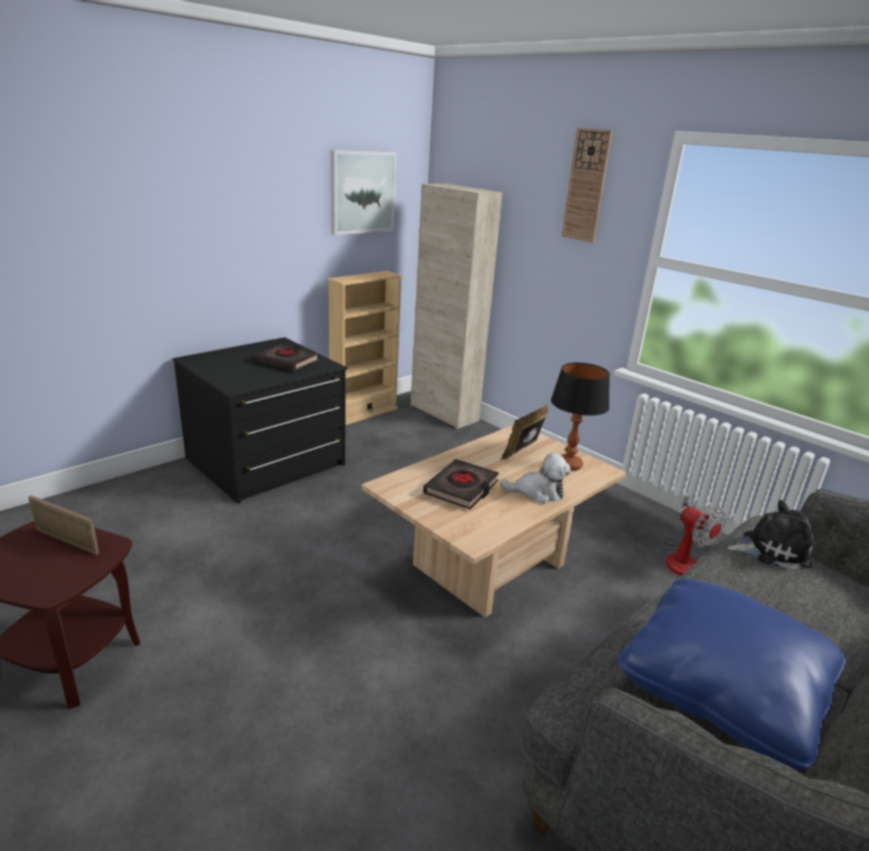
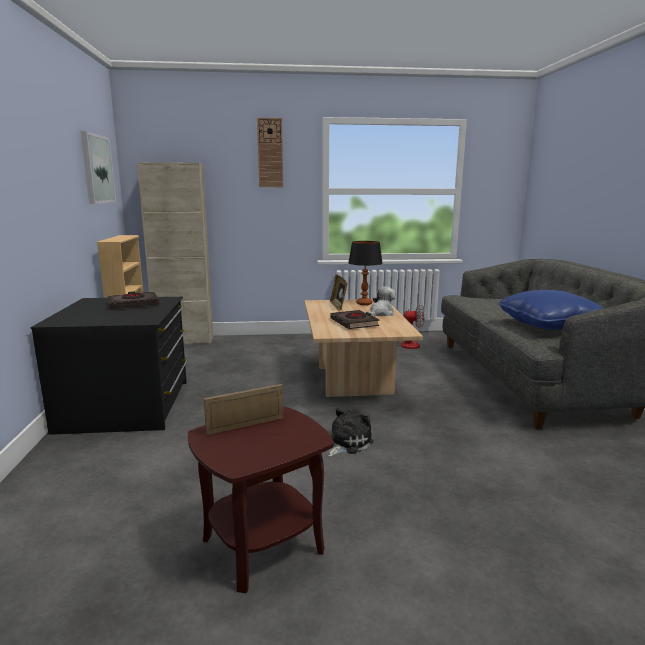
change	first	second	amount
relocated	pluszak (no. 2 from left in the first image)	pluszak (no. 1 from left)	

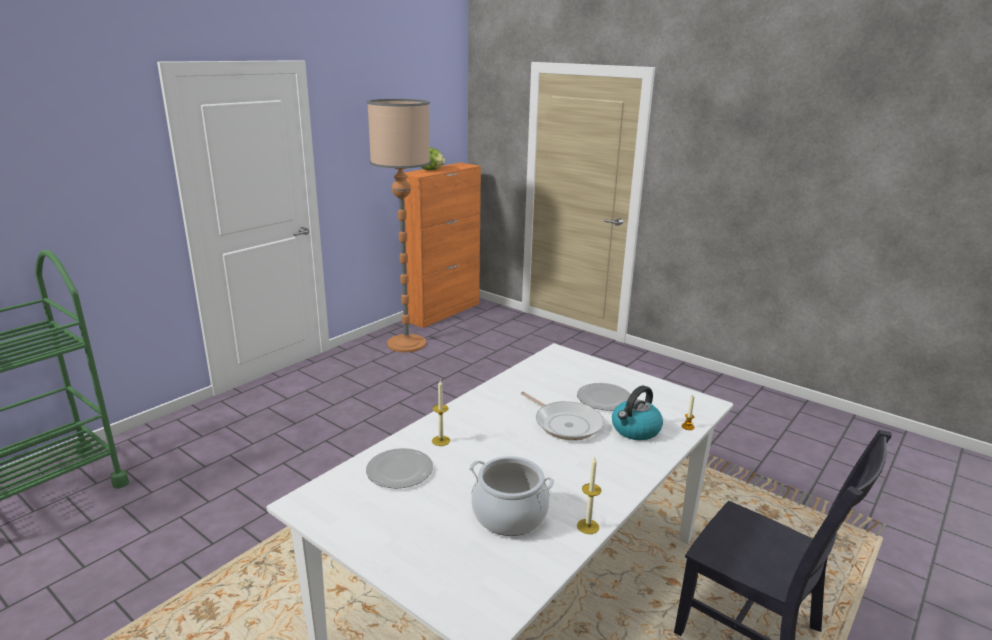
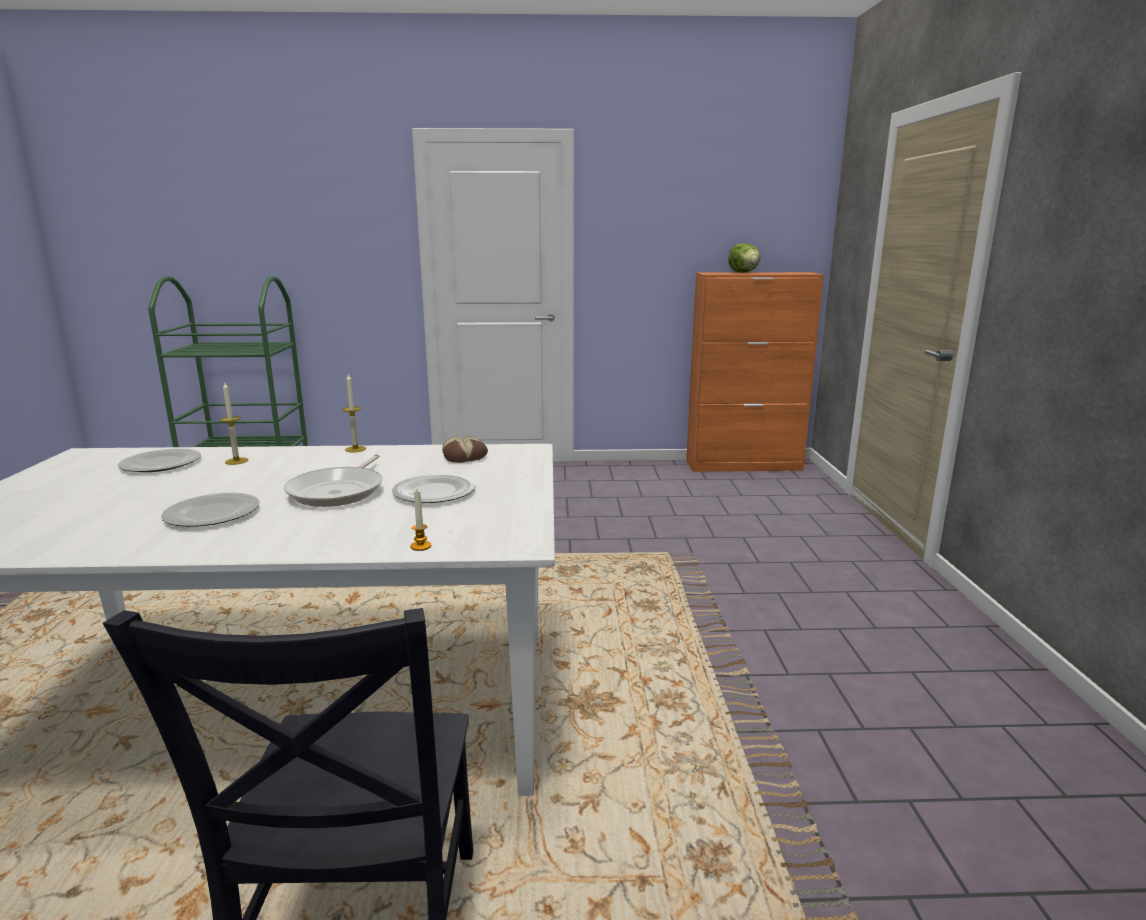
change	first	second	amount
missing	lampa stojąca		
missing	garnek		
relocated	świeca (no. 2 from left)		
missing	czajnik		
appeared		talerz (no. 2 from left)	
appeared		chleb	

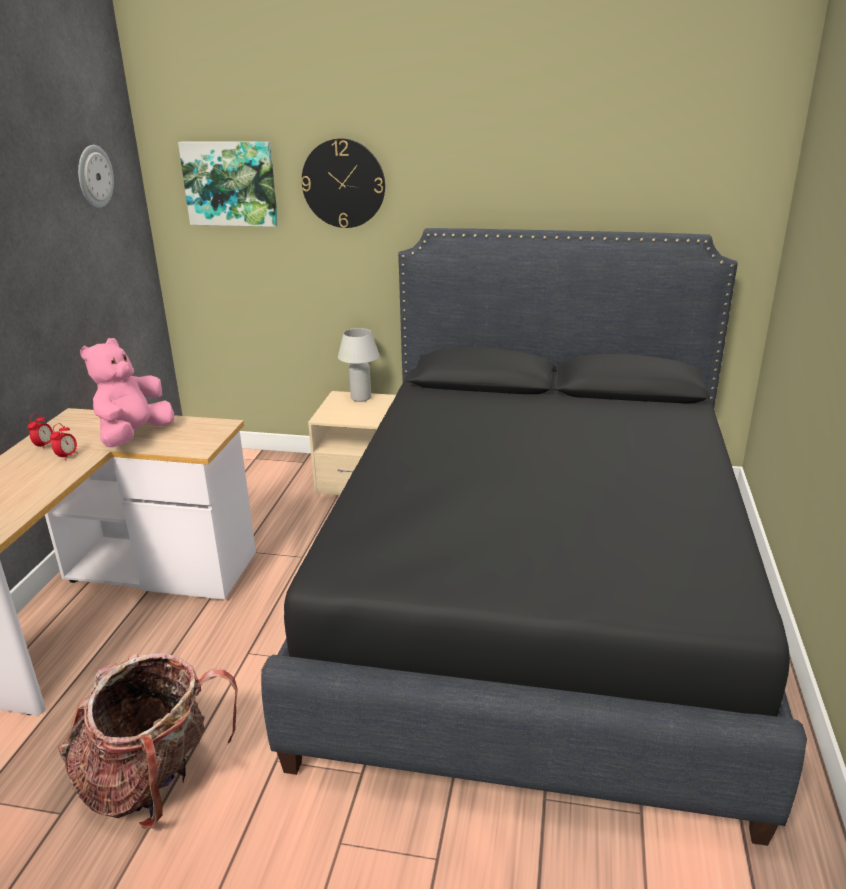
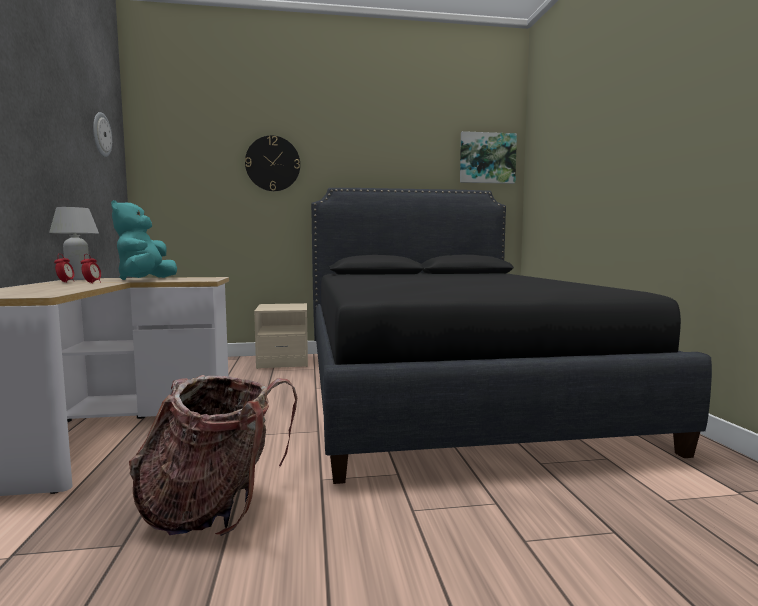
change	first	second	amount
colour	pluszak/różowy	pluszak/turkusowy	
relocated	obraz		
relocated	lampa stołowa/biały		

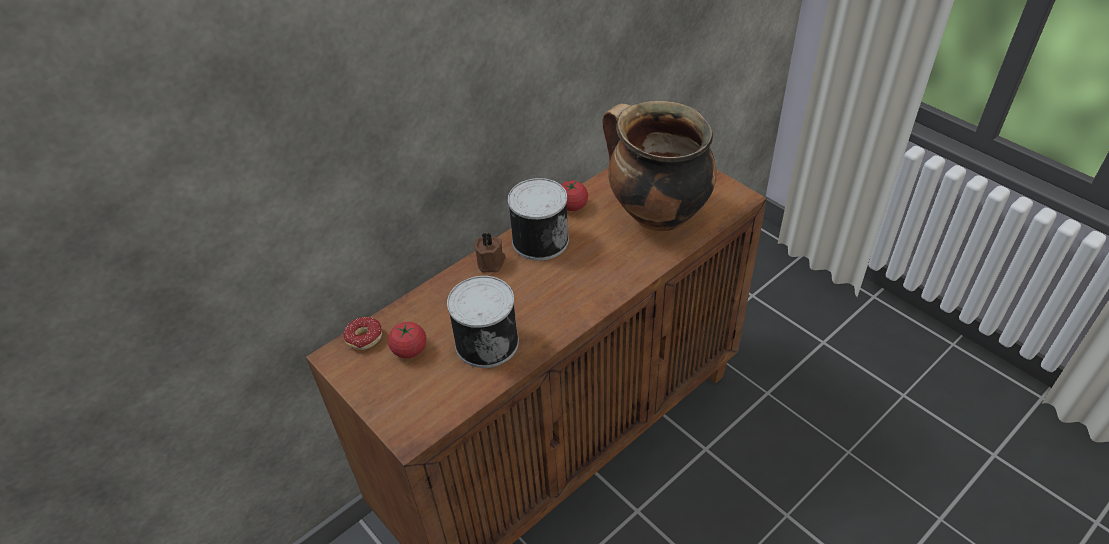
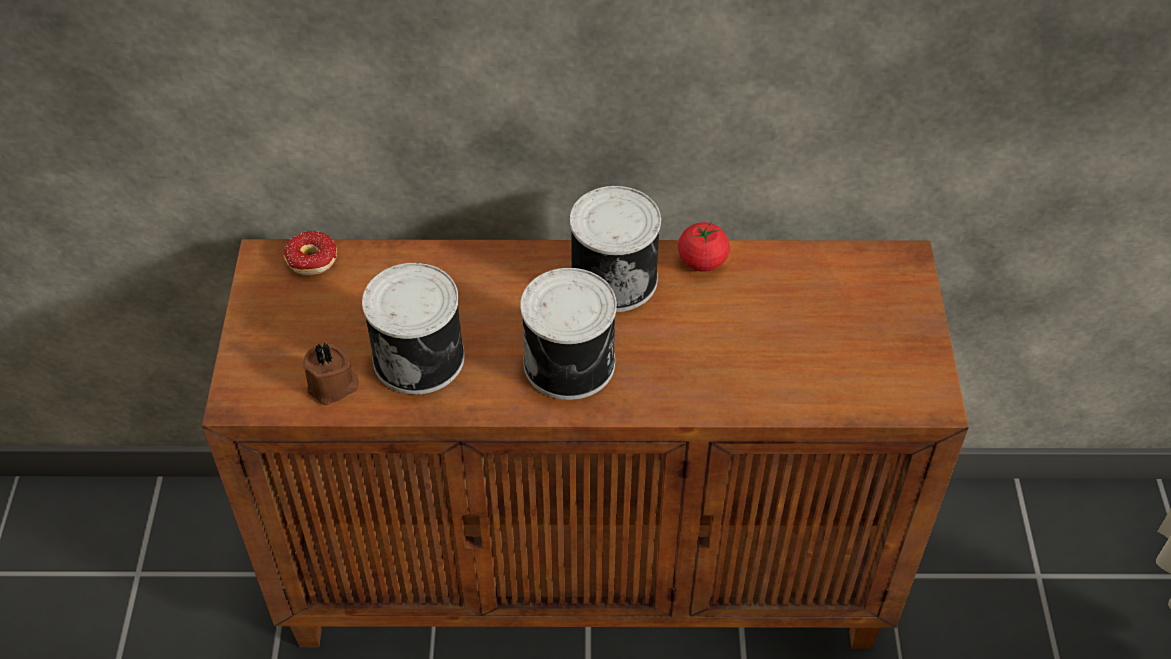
change	first	second	amount
missing	pomidor (no. 1 from left)		
relocated	świeca/brązowy		
missing	garnek		
appeared		puszka (no. 2 from left)	

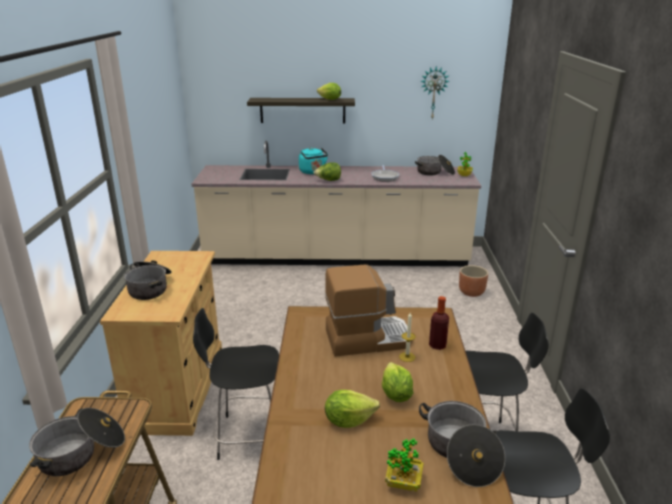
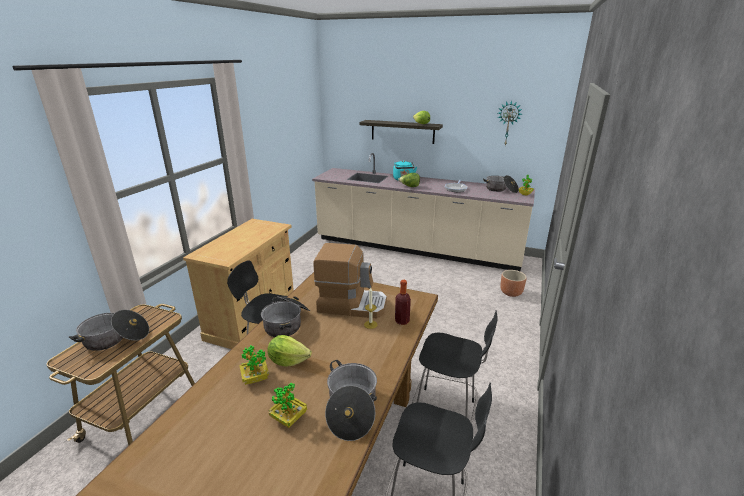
change	first	second	amount
relocated	garnek (no. 2 from left)		
missing	sałata (no. 4 from left)		
appeared		roślina doniczkowa (no. 1 from left)	

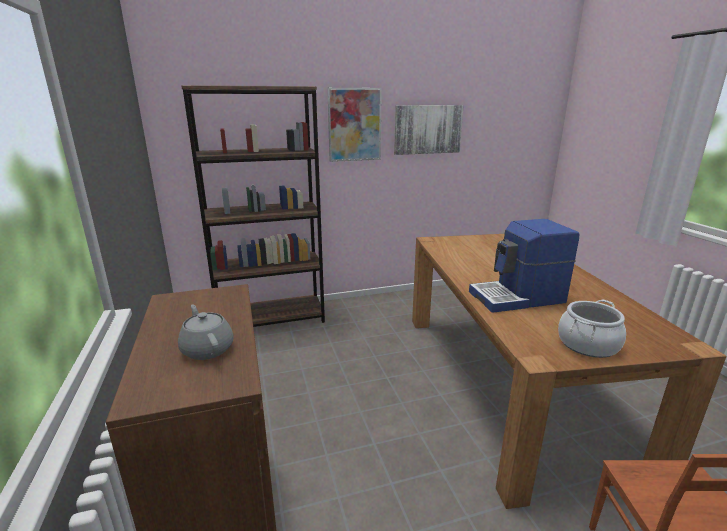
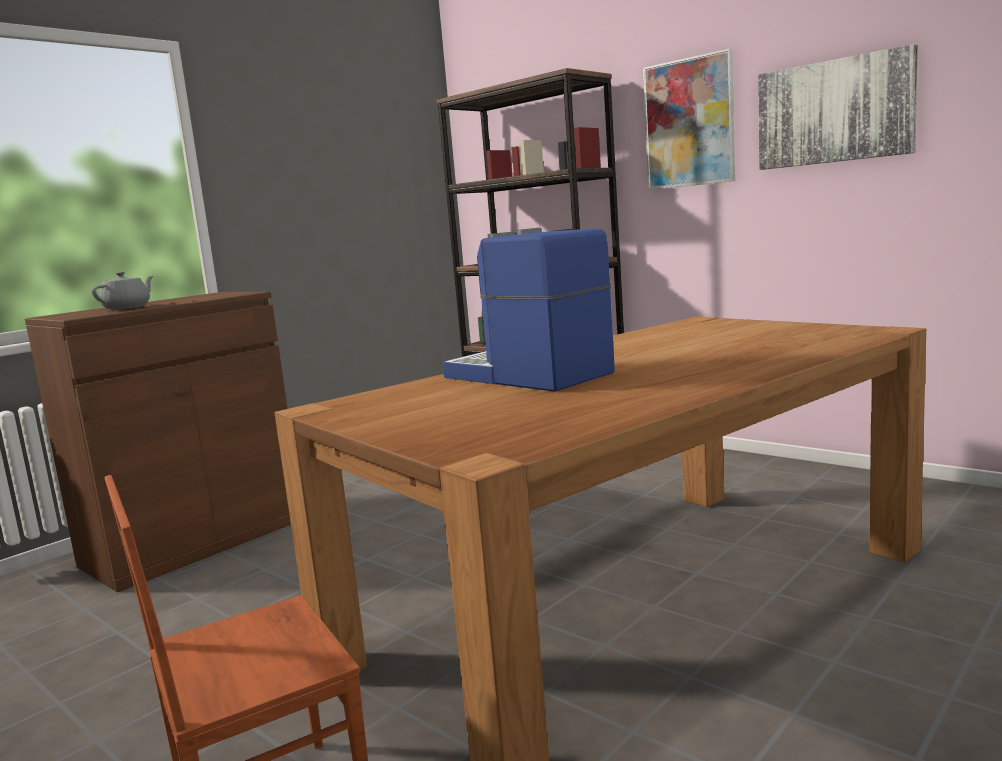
change	first	second	amount
missing	garnek		

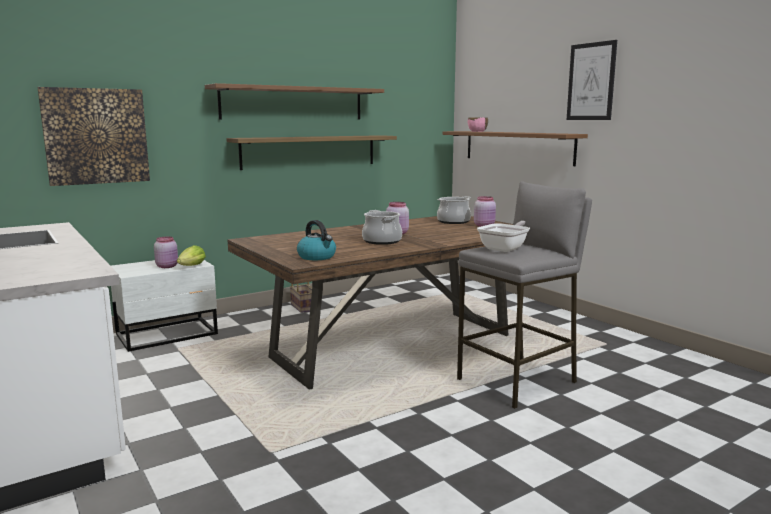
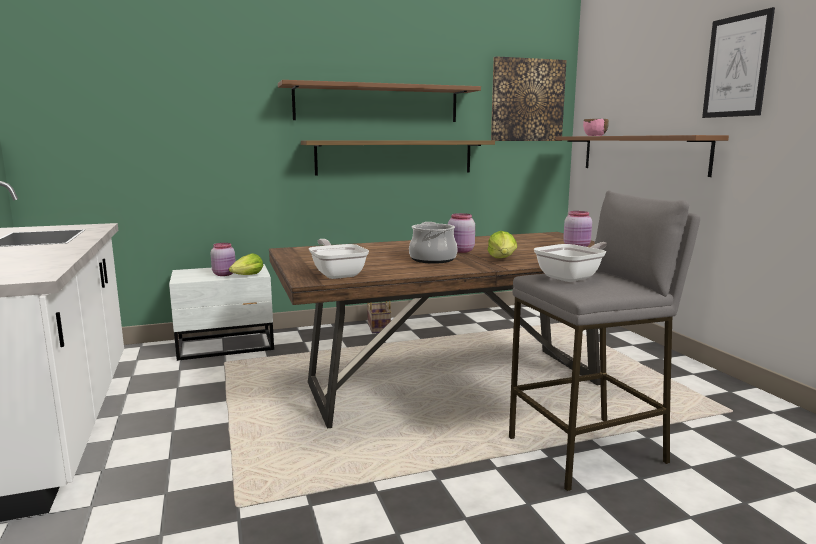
change	first	second	amount
relocated	obraz (no. 1 from left)		
exchanged	czajnik	patelnia (no. 1 from left)	
missing	garnek (no. 2 from left)		
appeared		sałata (no. 2 from left)	

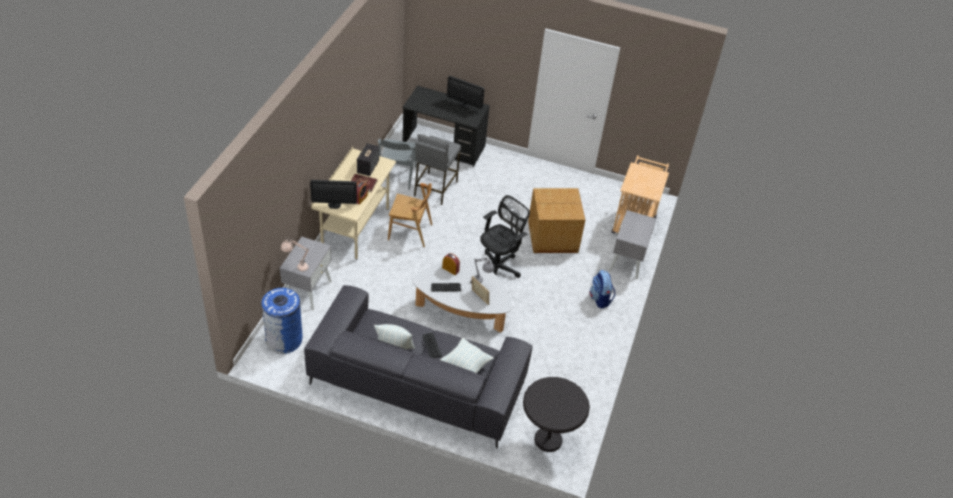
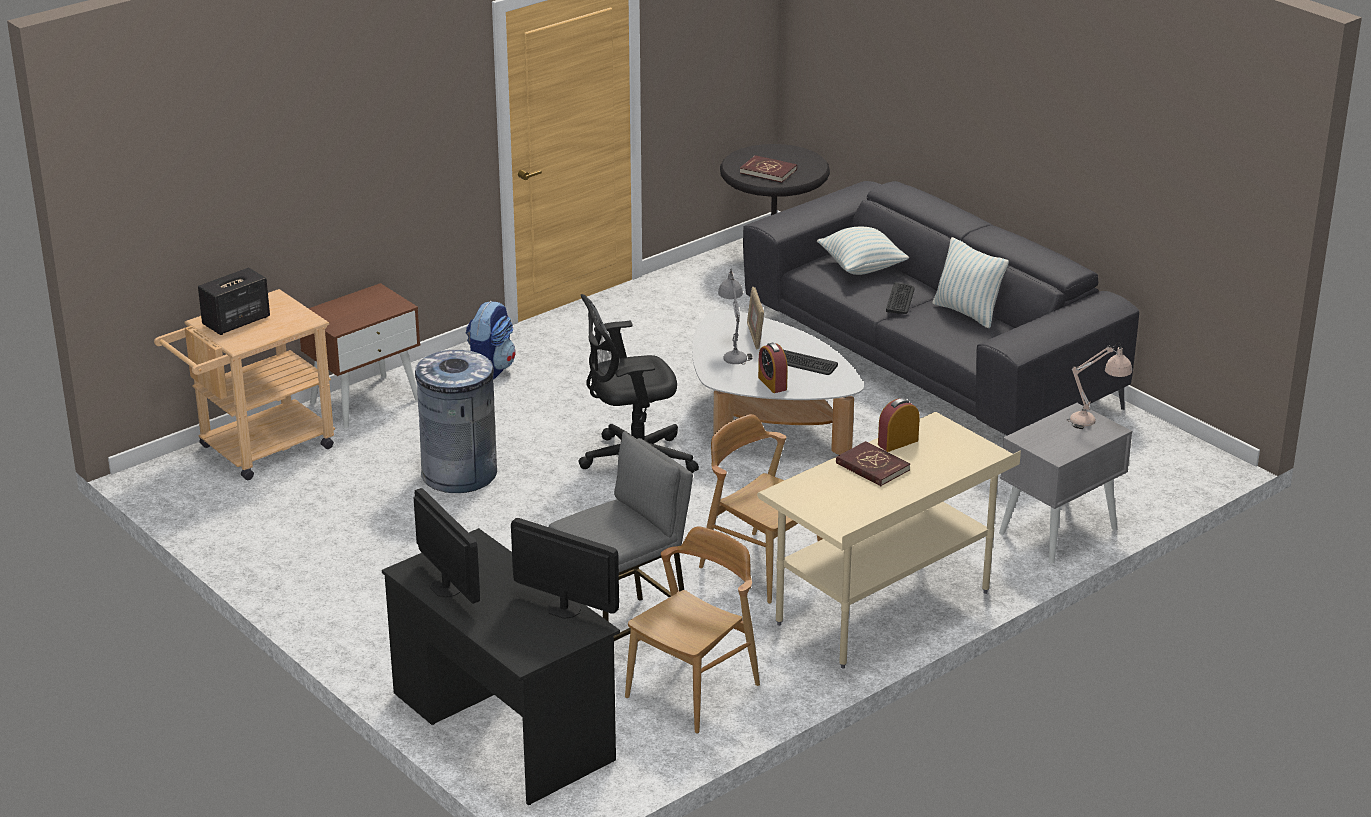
change	first	second	amount
missing	kosz na śmieci/niebieski		
relocated	monitor (no. 1 from left in the first image)	monitor (no. 2 from left)	
relocated	głośnik		
colour	krzesło/szary	krzesło/brązowy (no. 1 from left)	
exchanged	karton	kosz na śmieci/szary	
colour	szafka nocna/szary (no. 2 from left)	szafka nocna/brązowy	
appeared		książka/czerwony (no. 1 from left)	

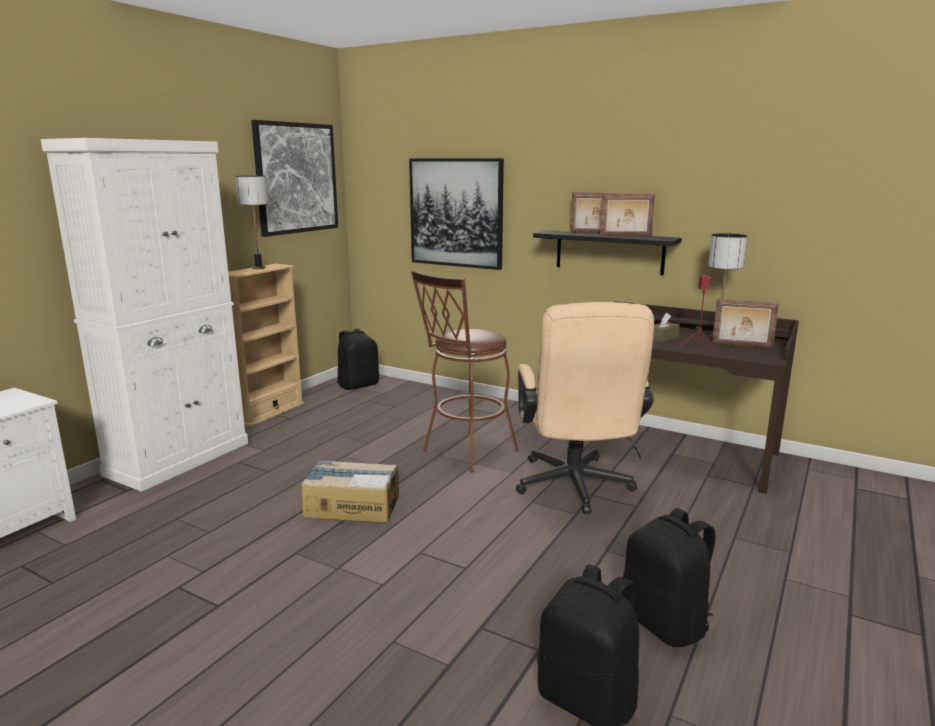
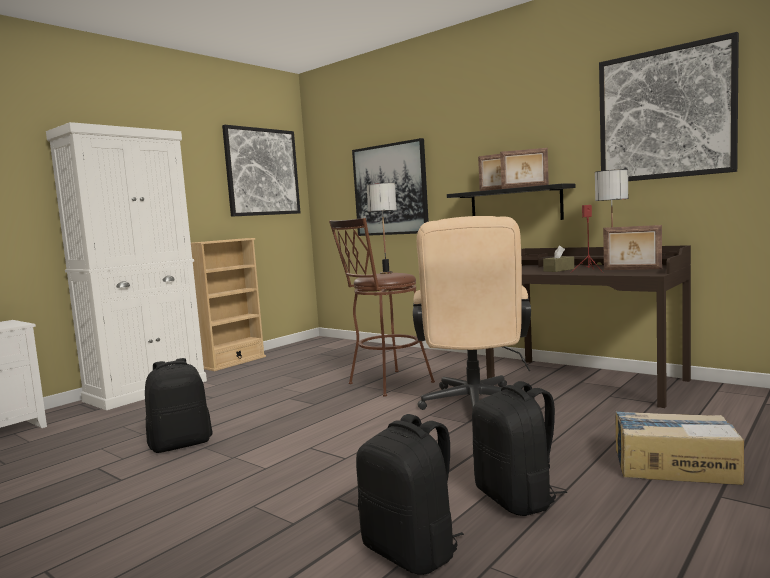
change	first	second	amount
relocated	lampa stołowa (no. 1 from left)		
relocated	karton		
relocated	plecak/czarny (no. 1 from left)		
appeared		obraz (no. 3 from left)	

